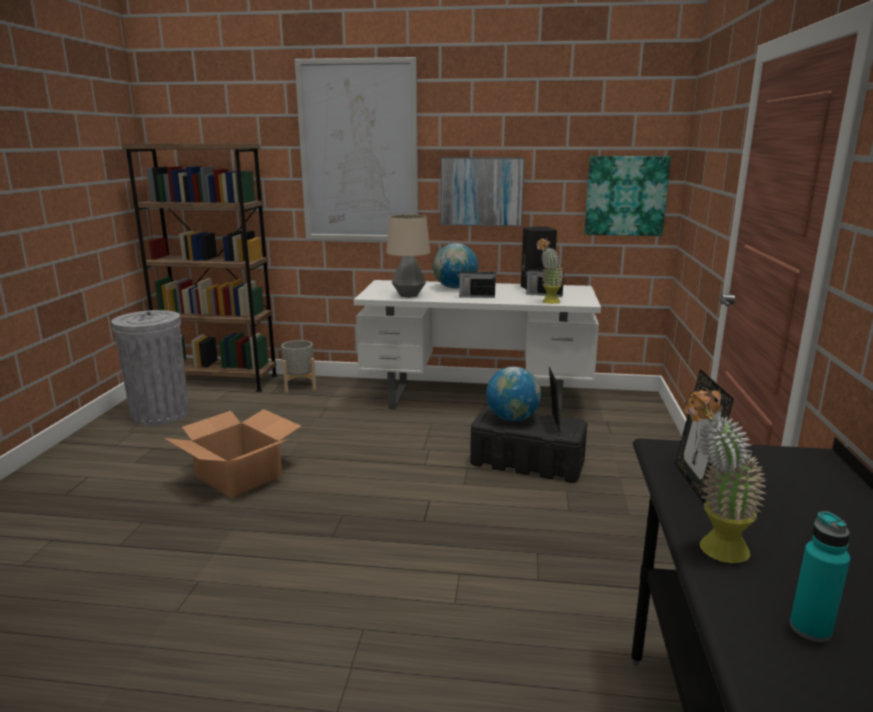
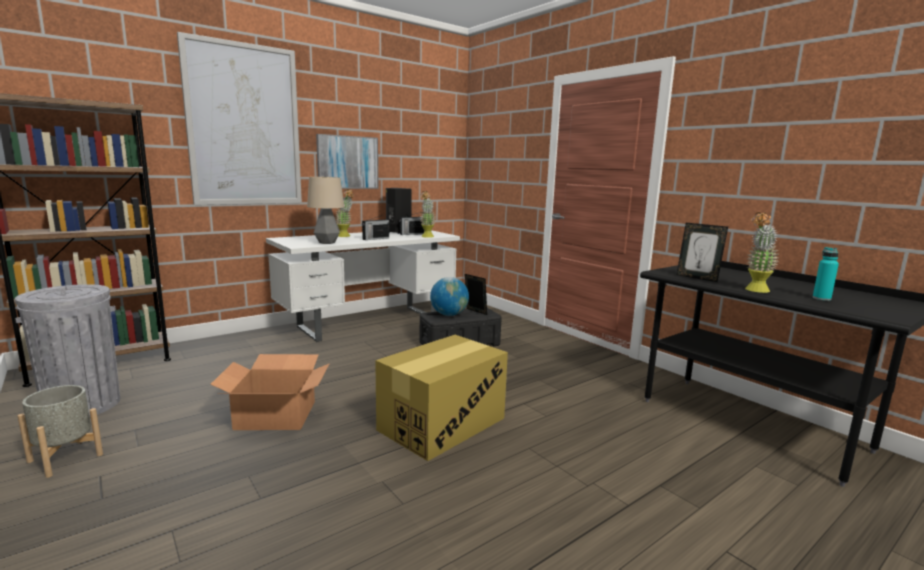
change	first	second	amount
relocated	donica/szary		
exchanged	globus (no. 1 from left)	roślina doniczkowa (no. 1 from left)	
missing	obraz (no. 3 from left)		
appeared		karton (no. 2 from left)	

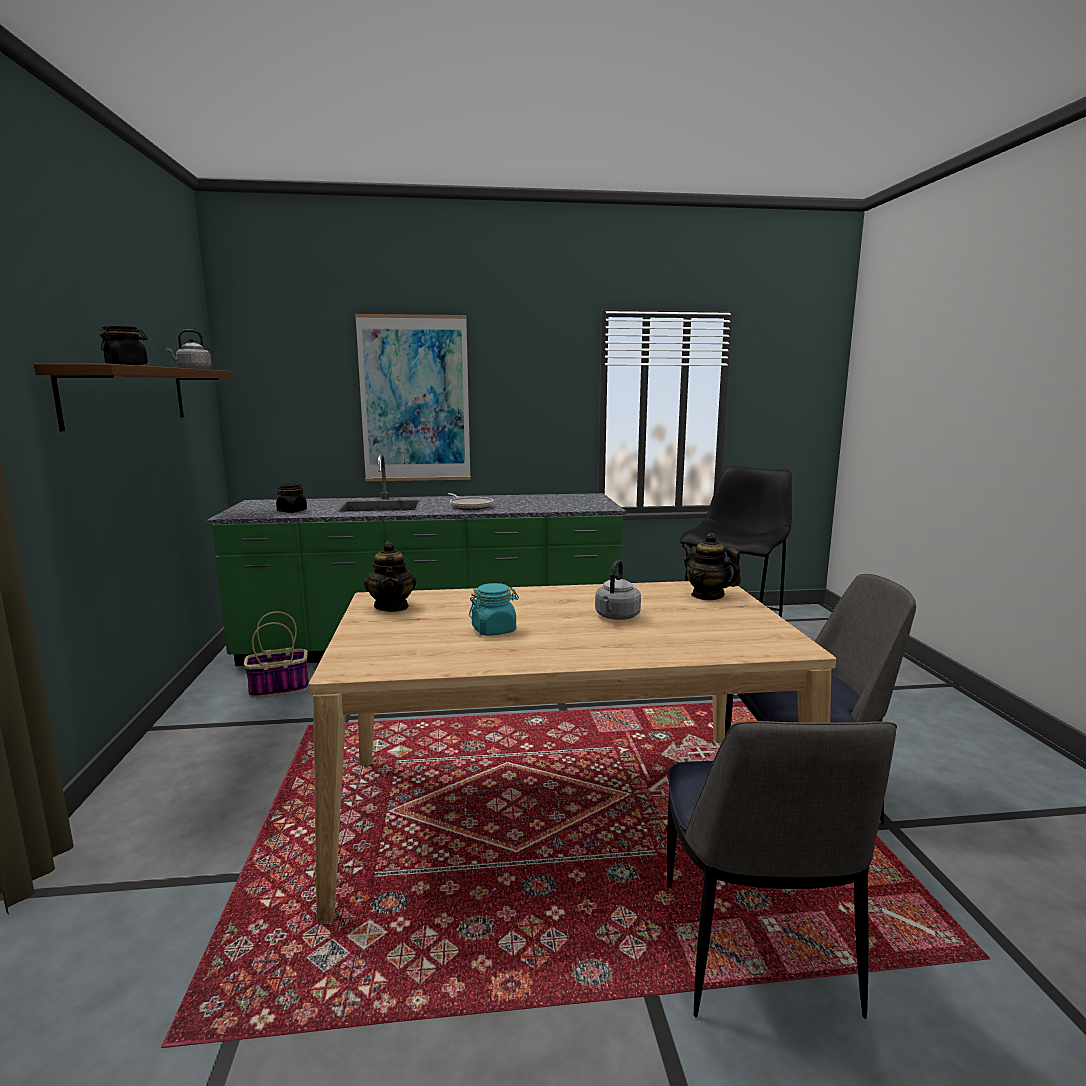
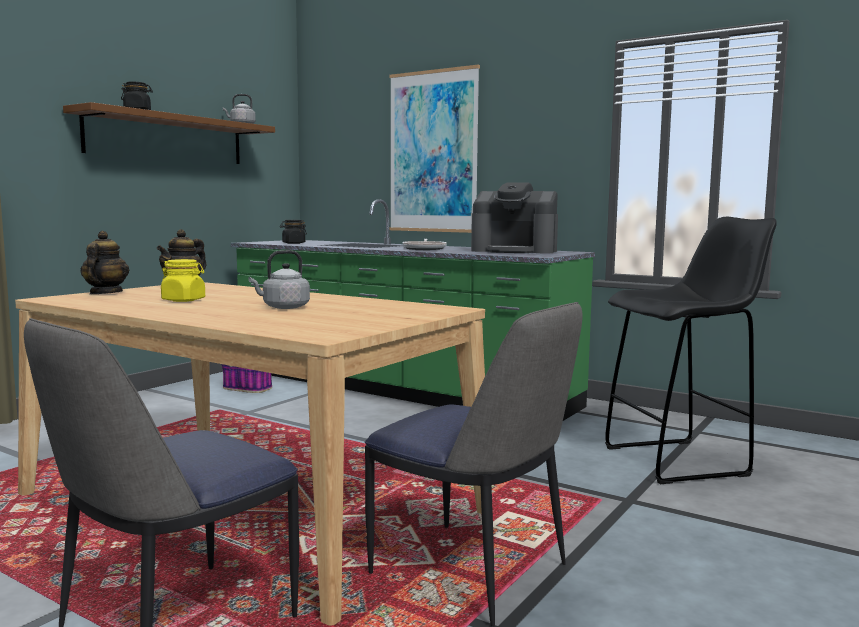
change	first	second	amount
colour	słoik/turkusowy	słoik/żółty	
relocated	imbryk (no. 2 from left in the first image)	imbryk (no. 1 from left)	
appeared		ekspres do kawy	

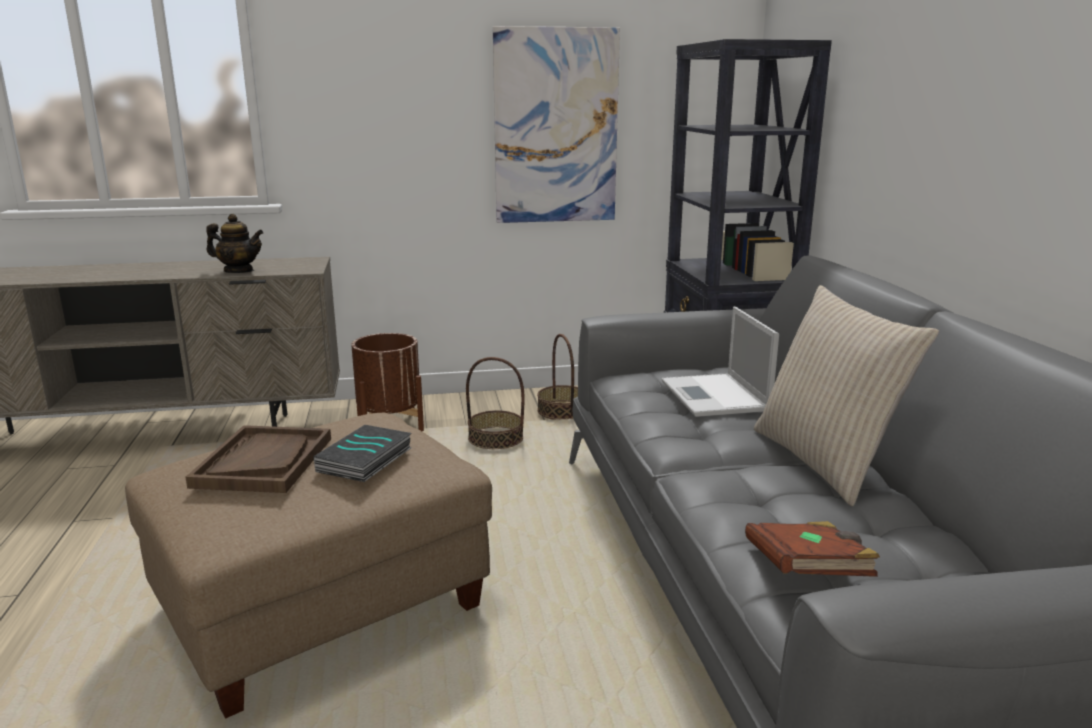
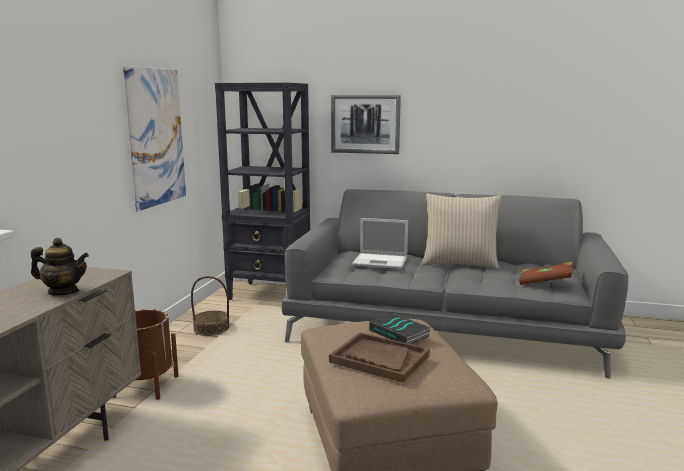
change	first	second	amount
spun	imbryk		60 degrees clockwise
missing	koszyk (no. 1 from left)		
appeared		obraz (no. 2 from left)	

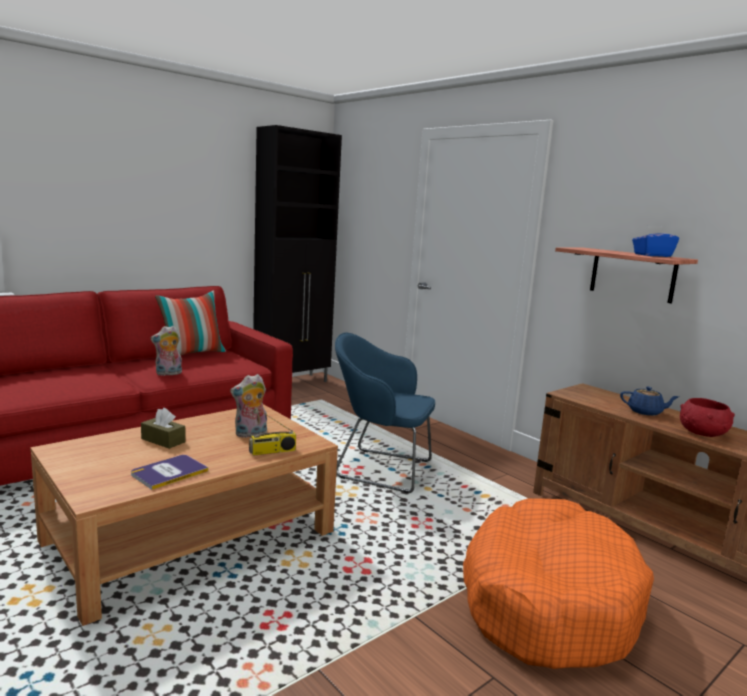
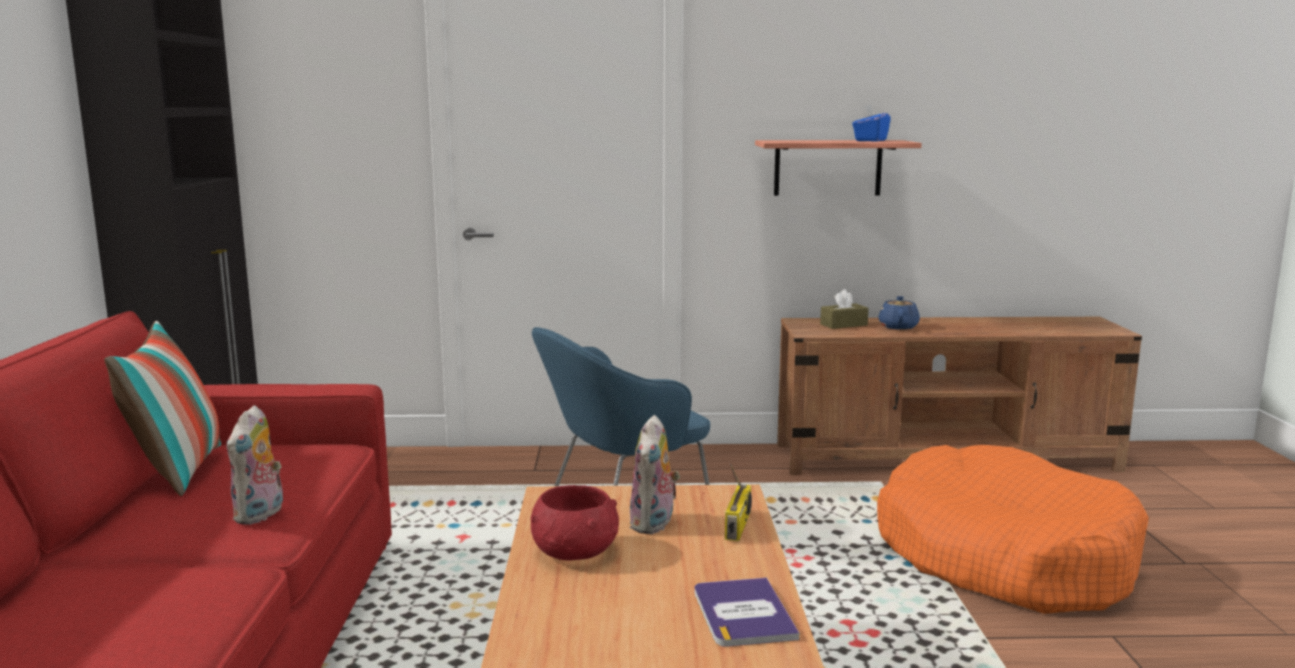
change	first	second	amount
relocated	pudełko chusteczek/brązowy		
spun	imbryk/niebieski		45 degrees counterclockwise
relocated	miska/czerwony		

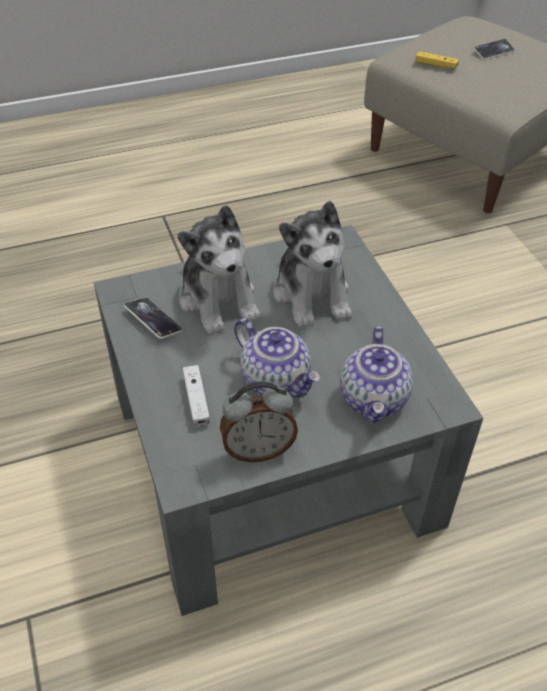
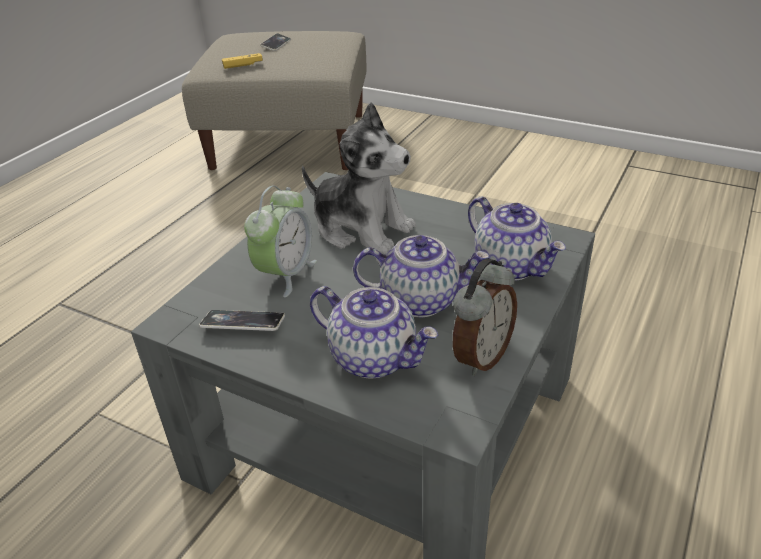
change	first	second	amount
exchanged	pluszak (no. 1 from left)	budzik (no. 1 from left)	
exchanged	pad do gier/biały	imbryk (no. 1 from left)	

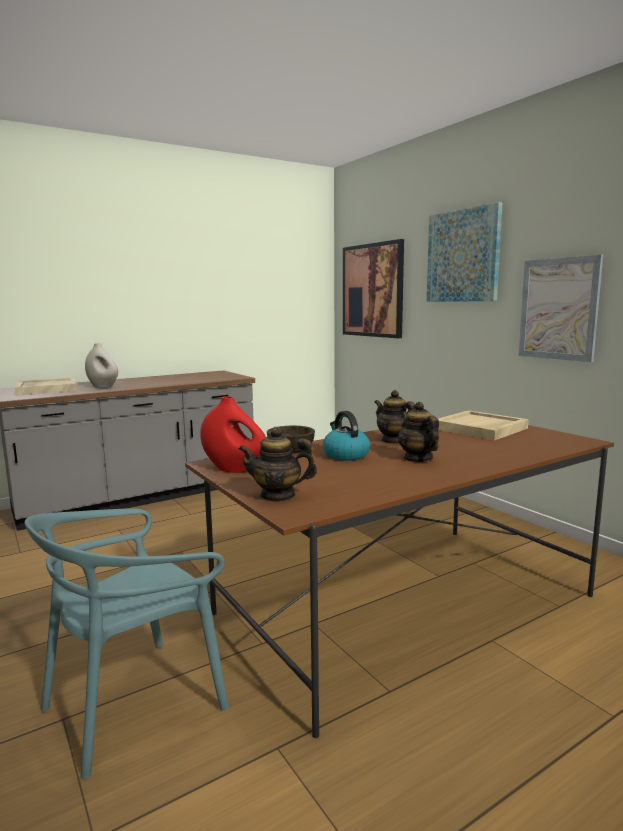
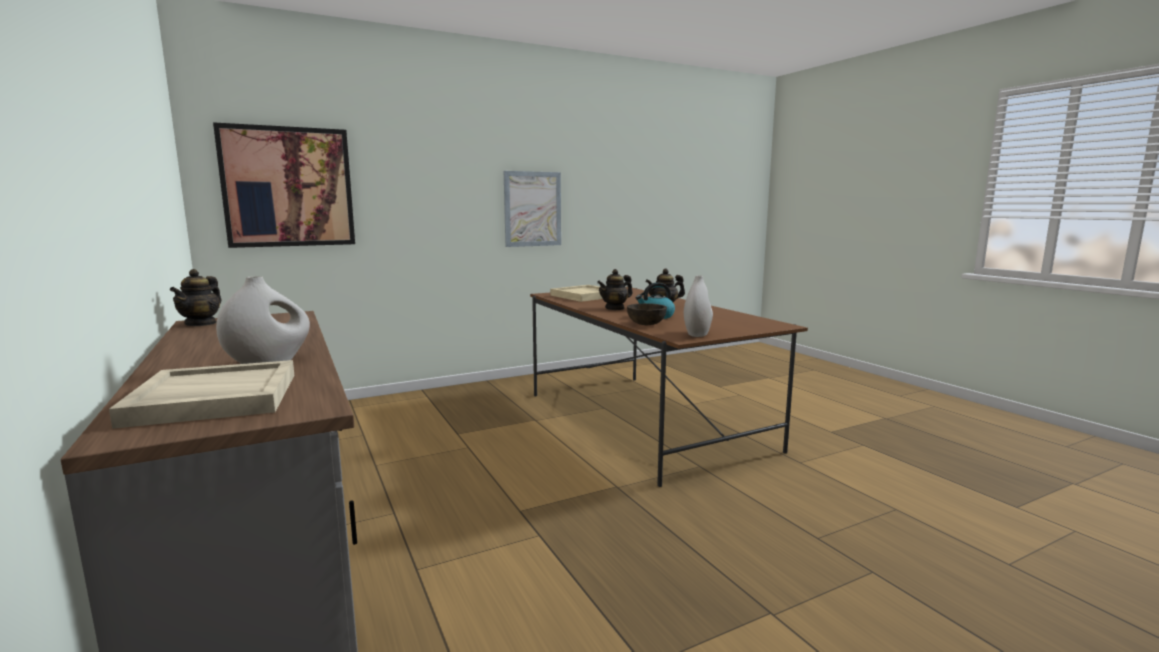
change	first	second	amount
missing	krzesło/turkusowy		
colour	wazon/czerwony	wazon/biały (no. 2 from left)	
relocated	imbryk (no. 1 from left)		
missing	obraz (no. 2 from left)		

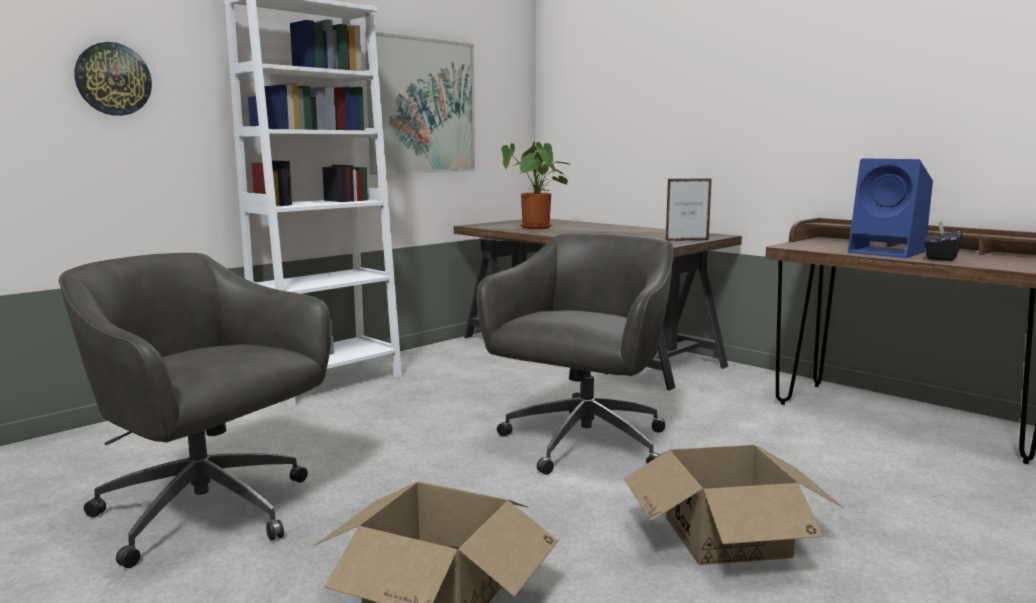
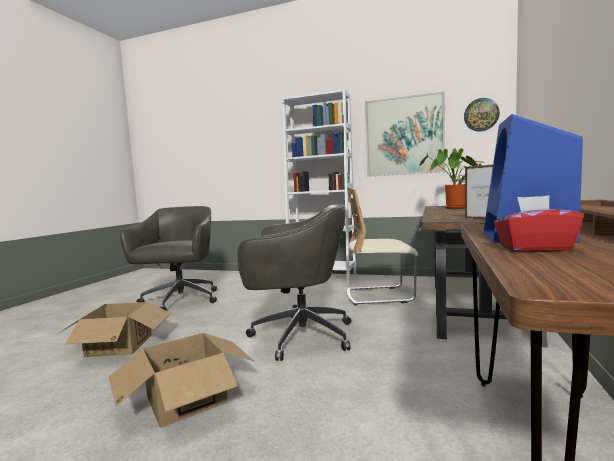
change	first	second	amount
relocated	zegar ścienny		
colour	pudełko chusteczek/czarny	pudełko chusteczek/czerwony	
appeared		krzesło/beżowy	

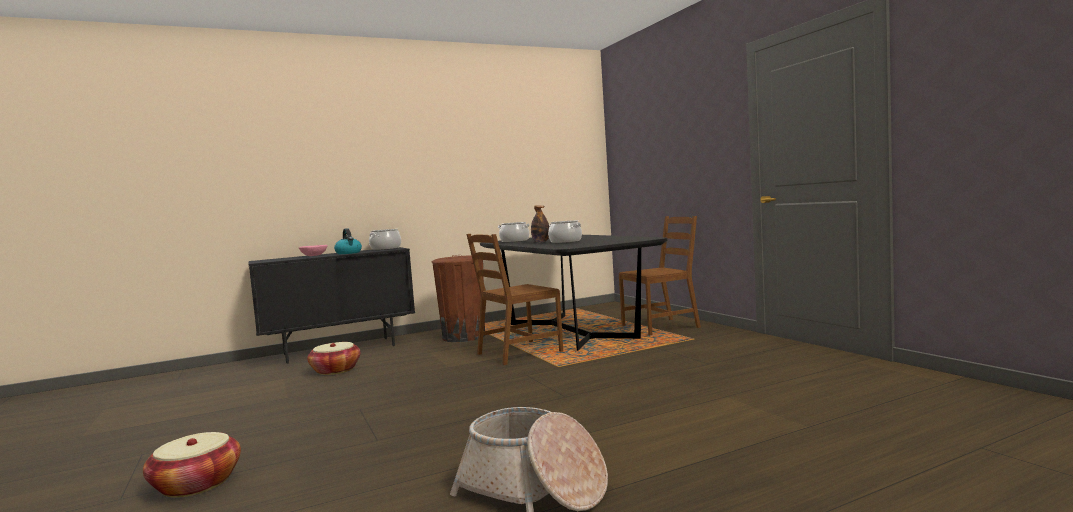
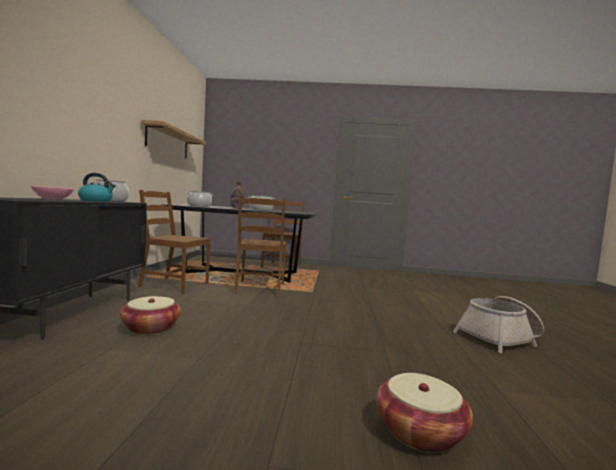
change	first	second	amount
exchanged	kosz na śmieci/brązowy	krzesło/brązowy (no. 1 from left)	
appeared		półka	

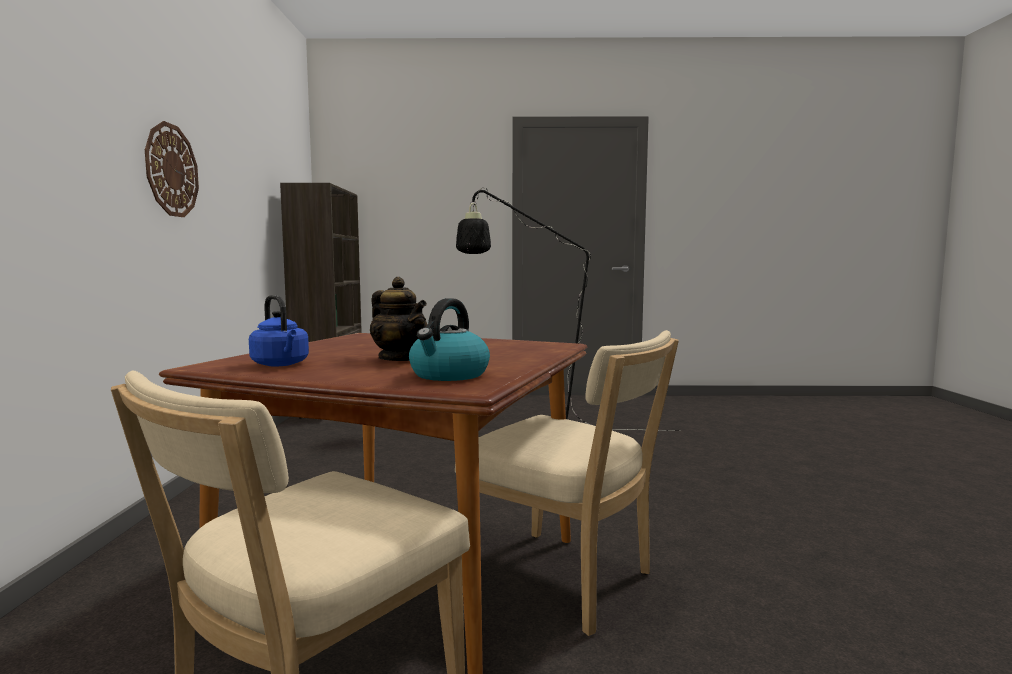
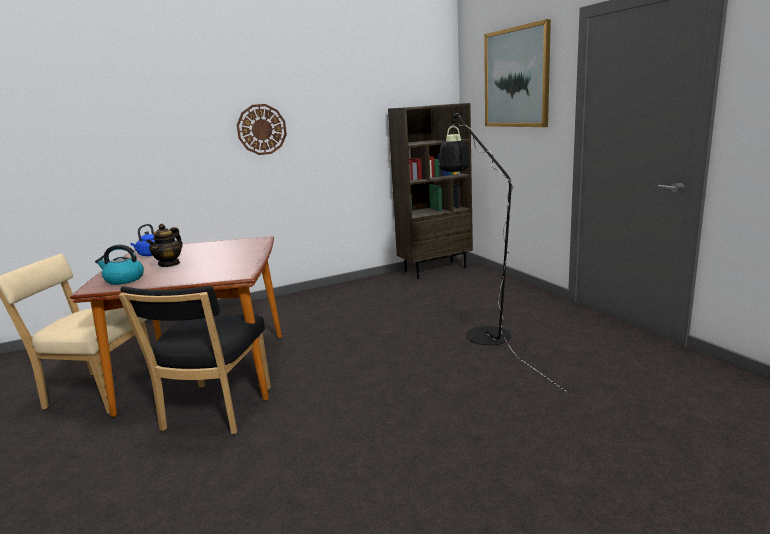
change	first	second	amount
colour	krzesło/beżowy (no. 2 from left)	krzesło/czarny	
appeared		obraz	

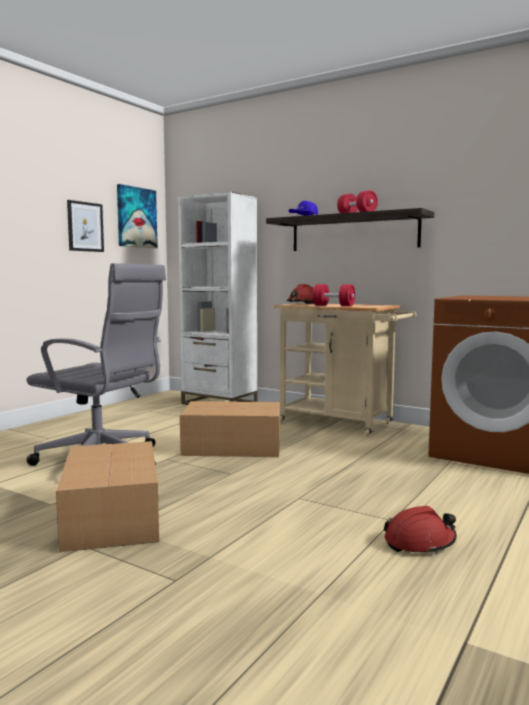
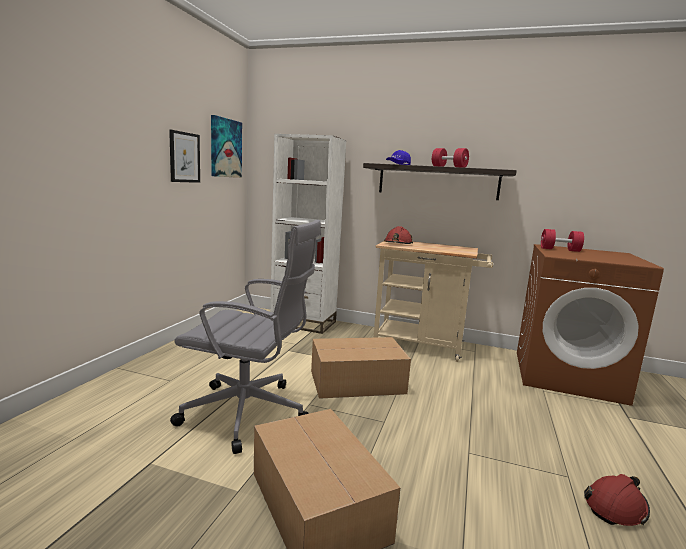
change	first	second	amount
relocated	hantel/czerwony (no. 1 from left in the first image)	hantel/czerwony (no. 2 from left)	

